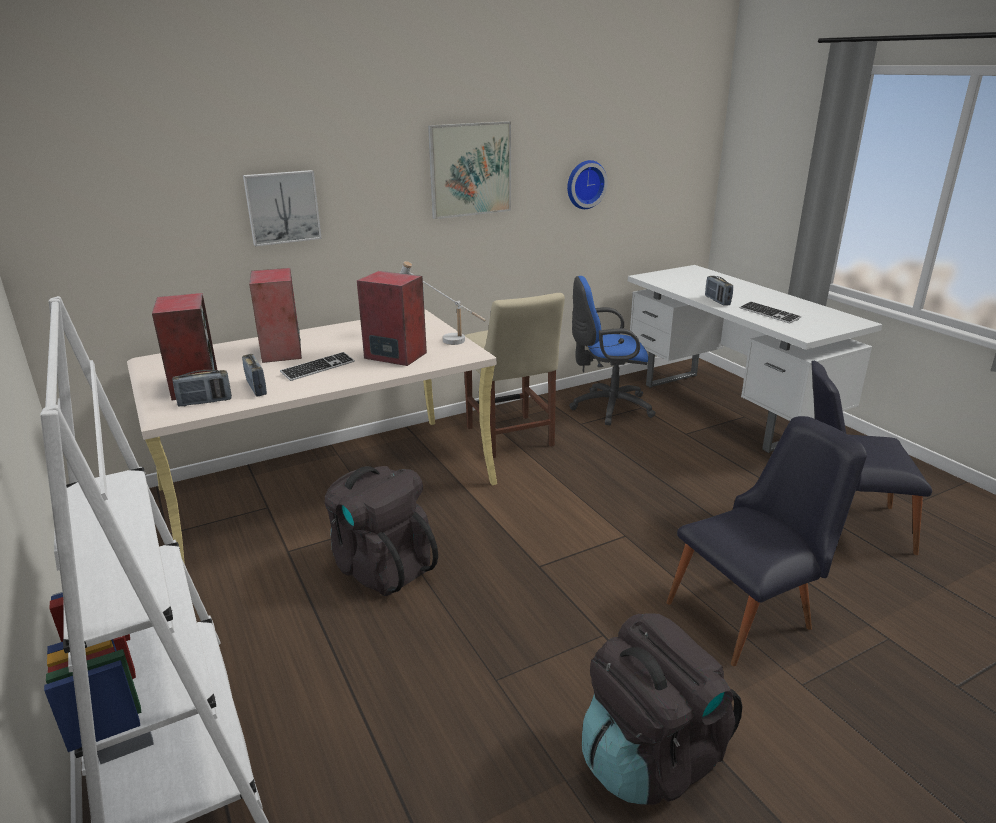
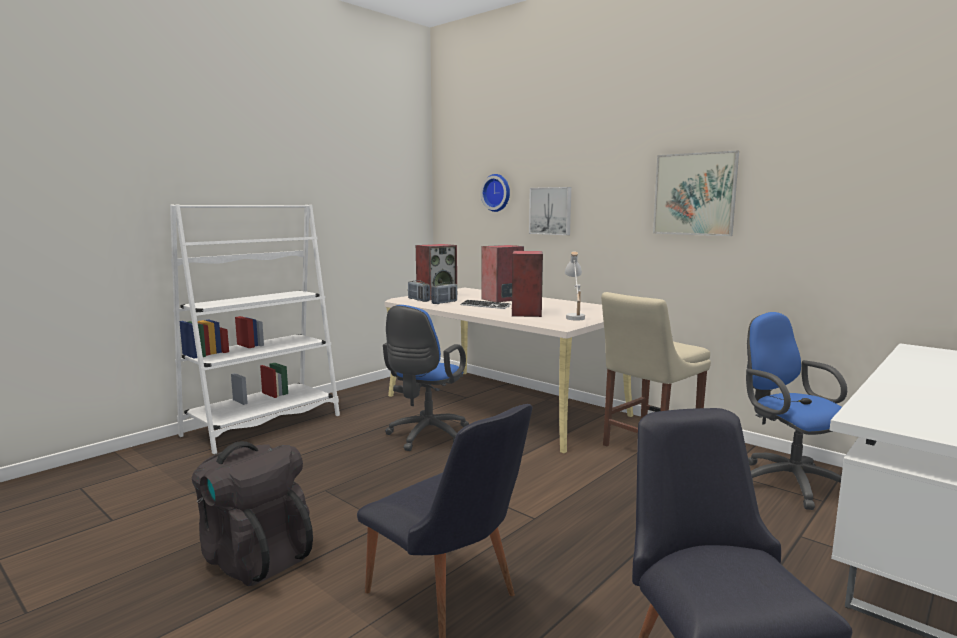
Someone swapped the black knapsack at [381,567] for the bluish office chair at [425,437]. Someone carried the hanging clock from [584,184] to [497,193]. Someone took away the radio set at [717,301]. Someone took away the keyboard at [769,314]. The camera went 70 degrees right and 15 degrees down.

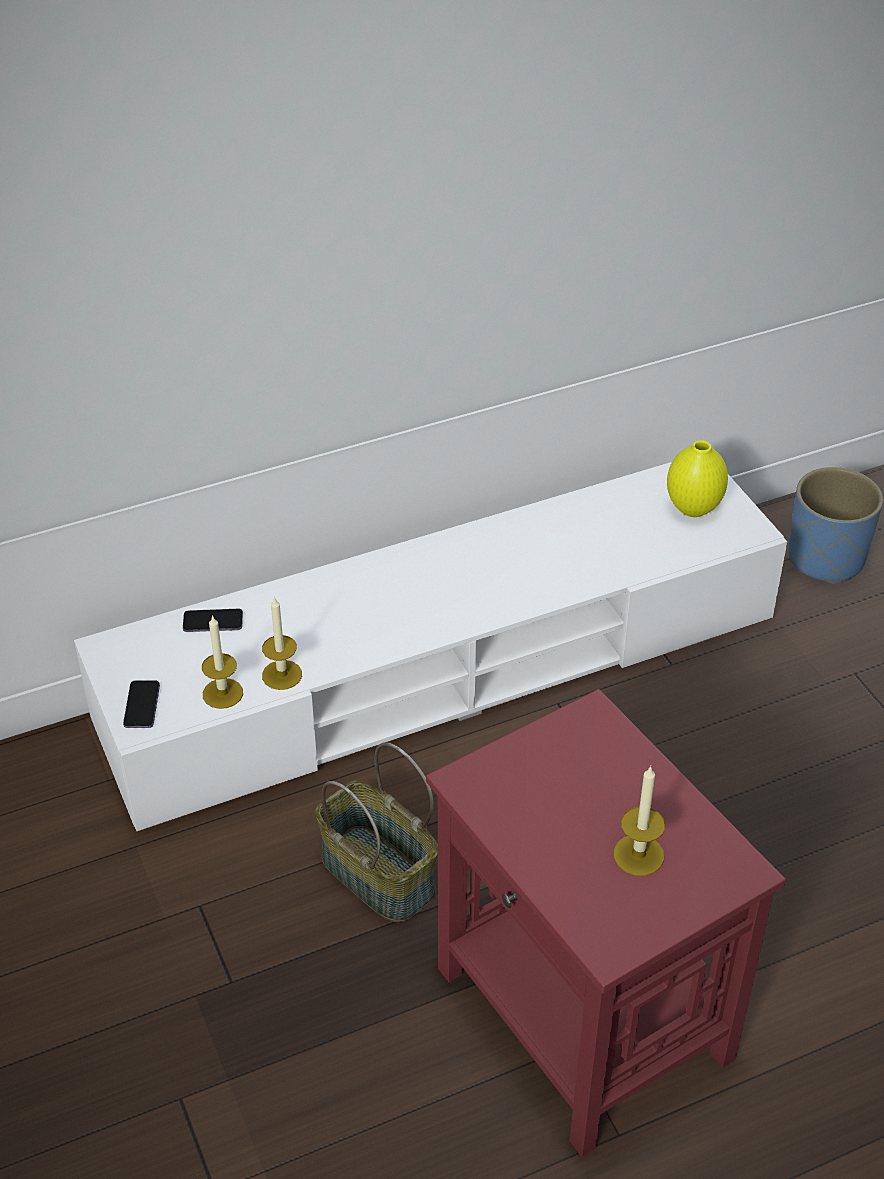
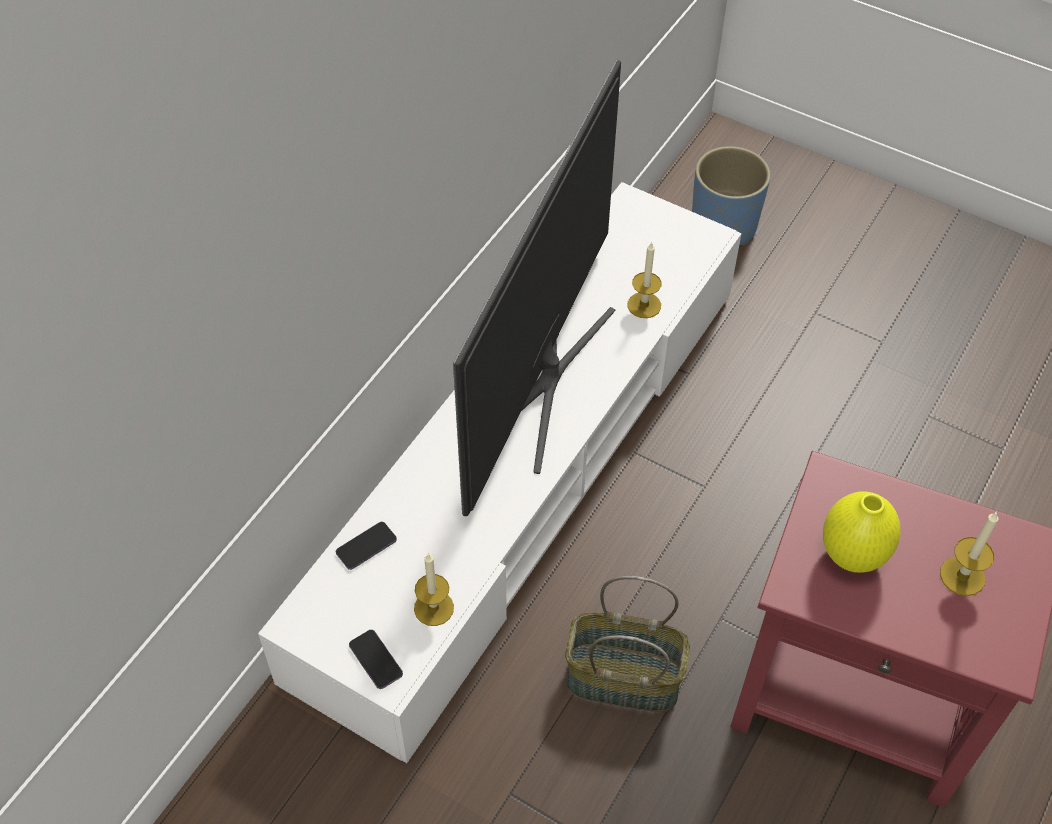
Someone put down the TV at [543,377]. Someone carried the wax candle from [282,675] to [644,305]. Someone carried the yellow vase from [693,509] to [853,556]. The camera went 35 degrees left and 10 degrees up.

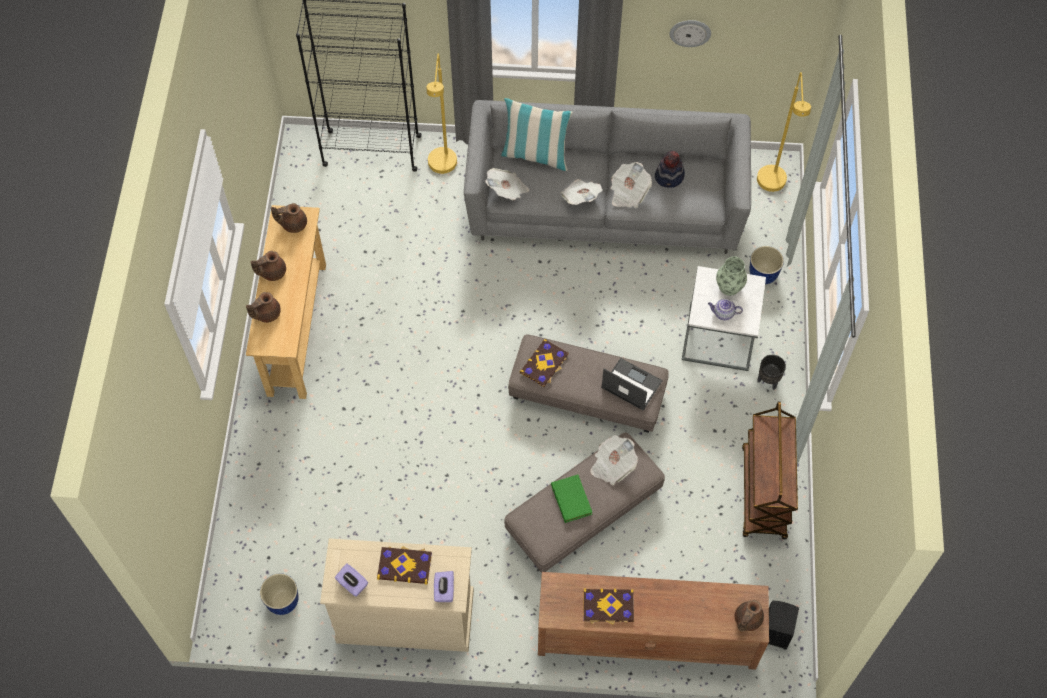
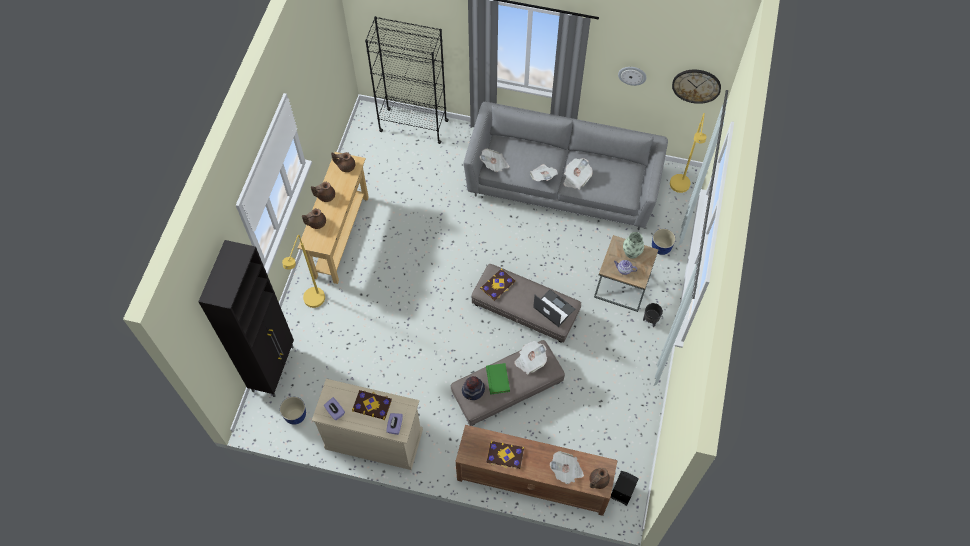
Someone put down the black cabinet at [274,368]. Someone carried the yellow standing lamp from [443,168] to [313,304]. Someone carried the clothing hat from [669,177] to [473,390]. Someone put down the newspaper at [566,470]. Someone repainted the white-coloured accent table at [719,337], which became the brownish accent table at [622,285]. Someone put up the hanging clock at [696,85]. Someone took away the cushion at [535,155]. Someone took away the brownish cart at [764,493]. The camera went 10 degrees right and 0 degrees up.

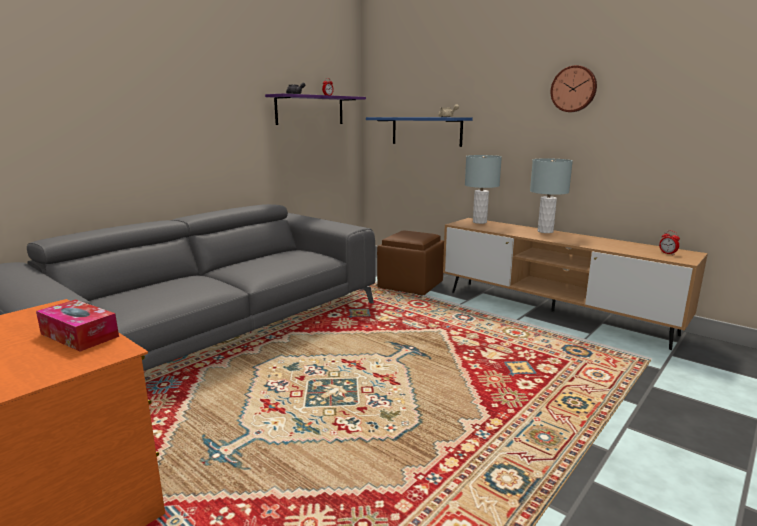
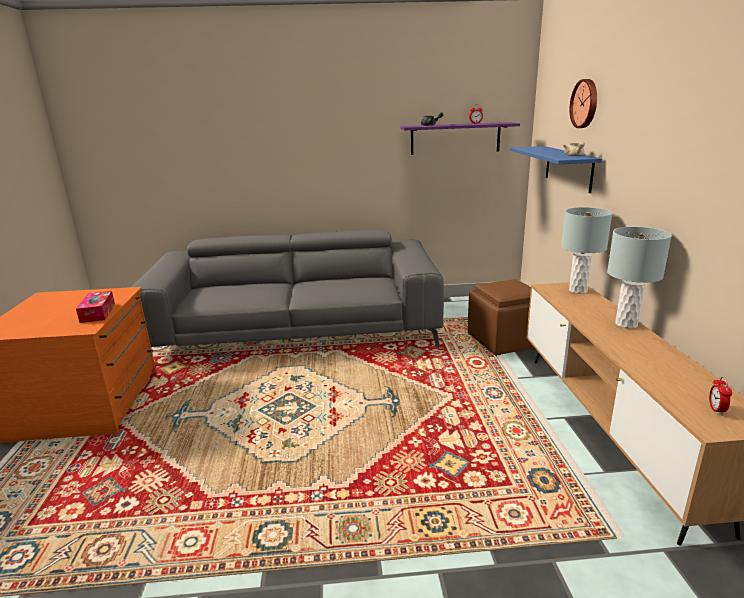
Someone carried the hanging clock from [574,89] to [585,103]. The camera went 45 degrees right and 5 degrees up.

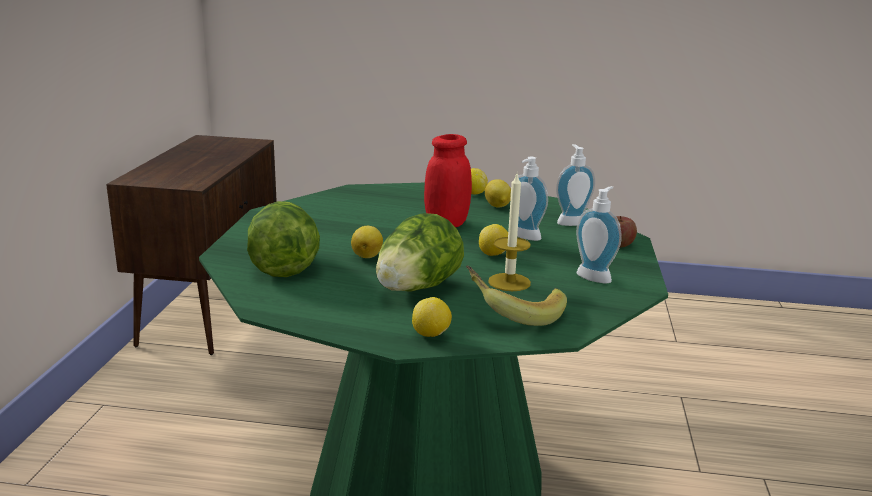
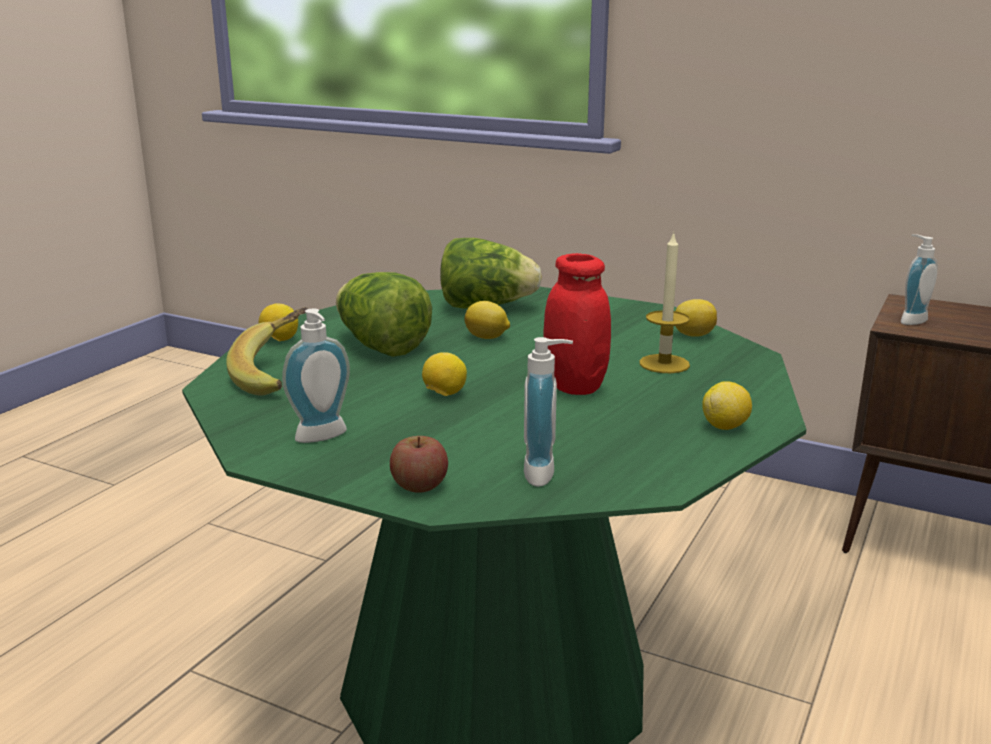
Someone carried the wax candle from [509,282] to [664,364]. Someone carried the whole lemon from [497,206] to [692,335]. Someone carried the liquid soap bottle from [523,237] to [910,320]. The camera went 110 degrees right and 0 degrees up.

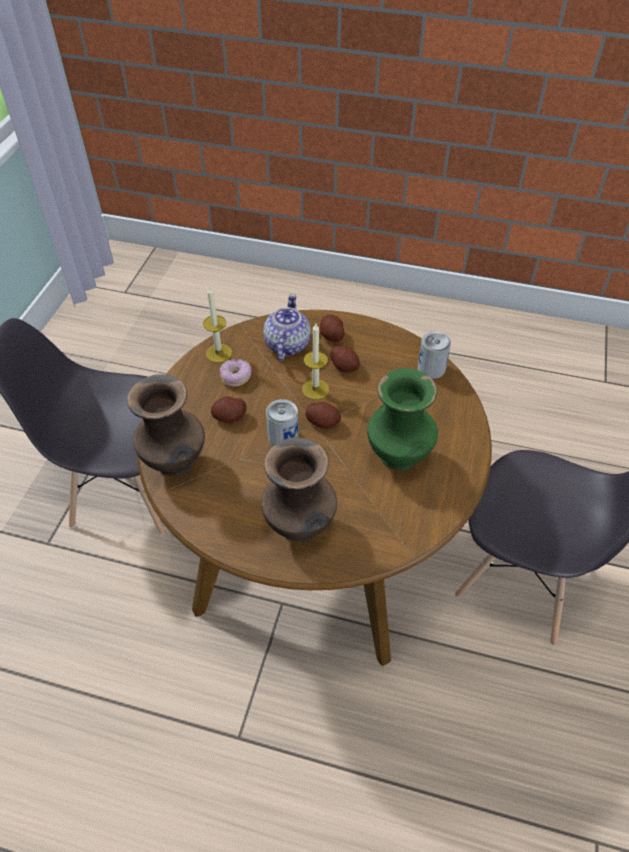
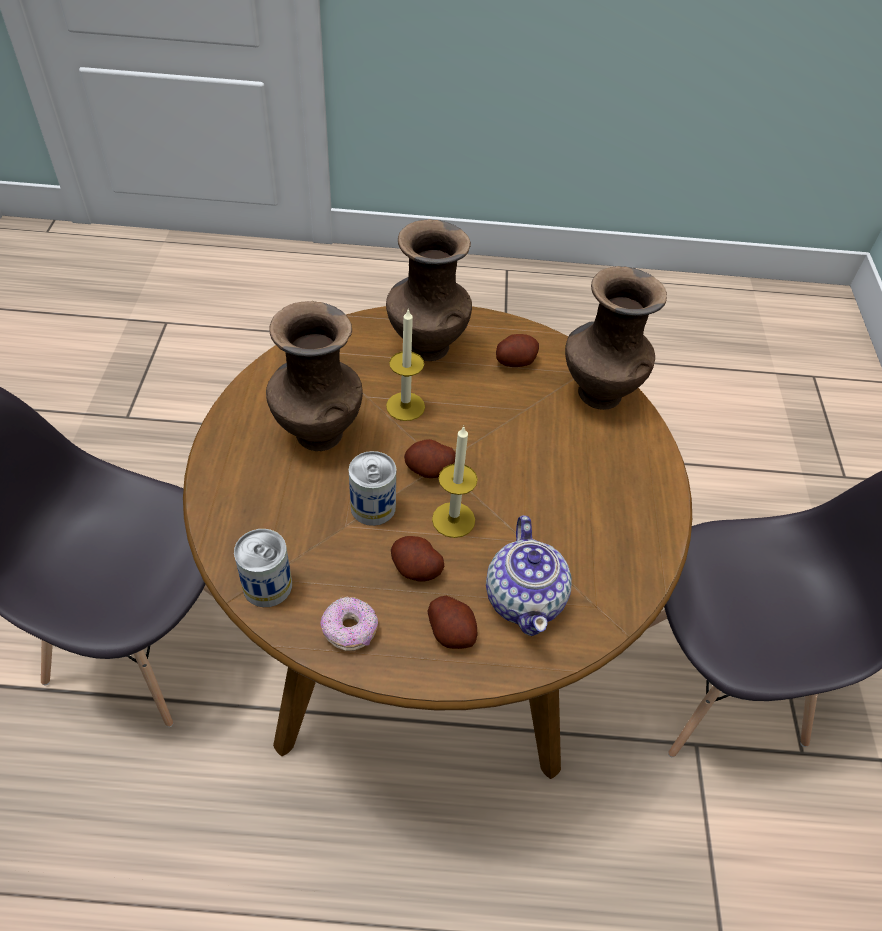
Someone repainted the green vase at [399,459], which became the brownish vase at [317,432]. Someone carried the donut from [236,377] to [350,630]. Someone carried the sealed can from [283,437] to [373,507]. Someone carried the wax candle from [219,353] to [405,406]. Someone carried the spud from [230,417] to [515,361]. The camera went 165 degrees right and 0 degrees up.

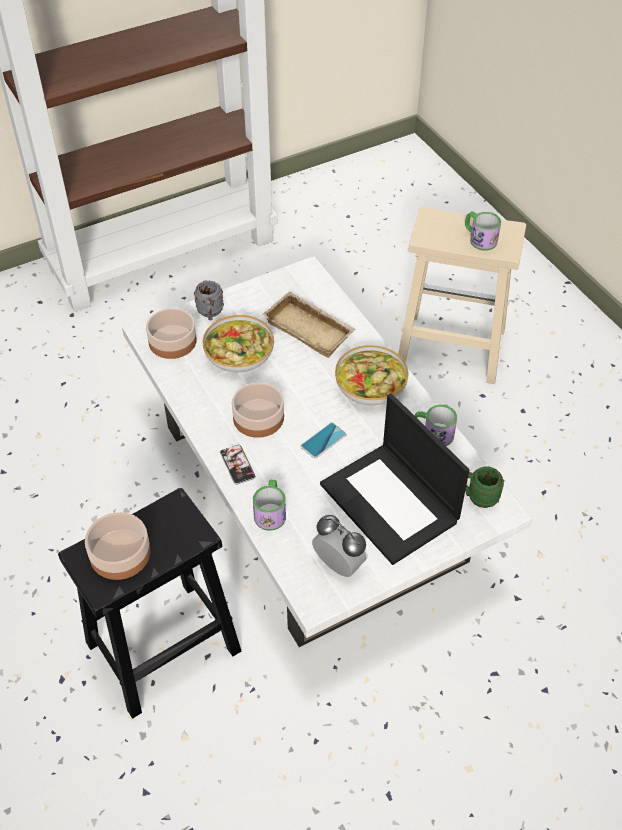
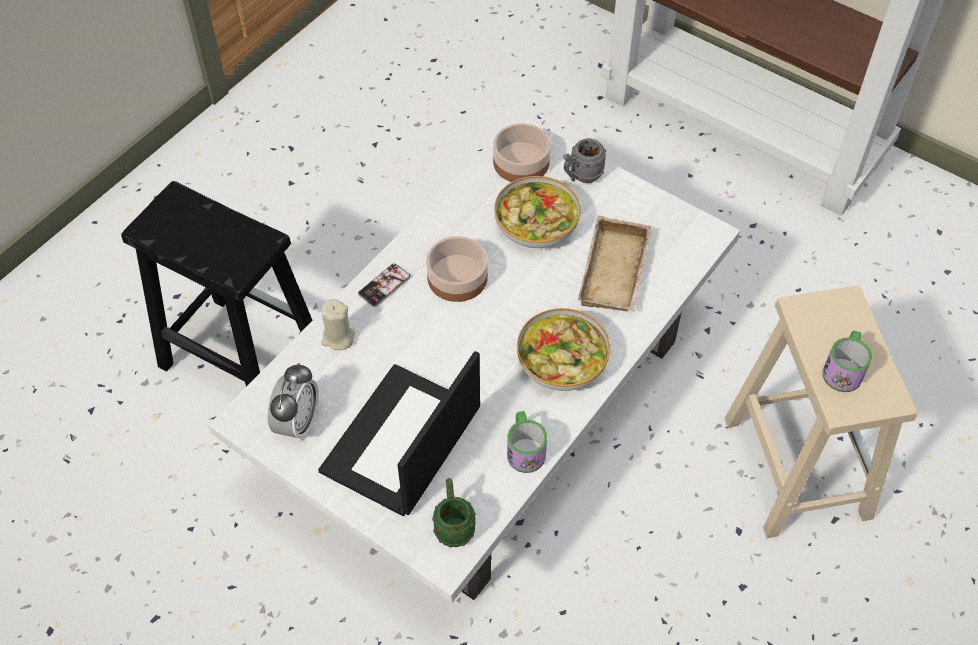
Someone swapped the tea mug at [271,511] for the sand-coloured wax candle at [338,338]. Someone took away the serving bowl at [120,552]. Someone took away the telephone at [323,441]. The camera went 65 degrees right and 5 degrees up.

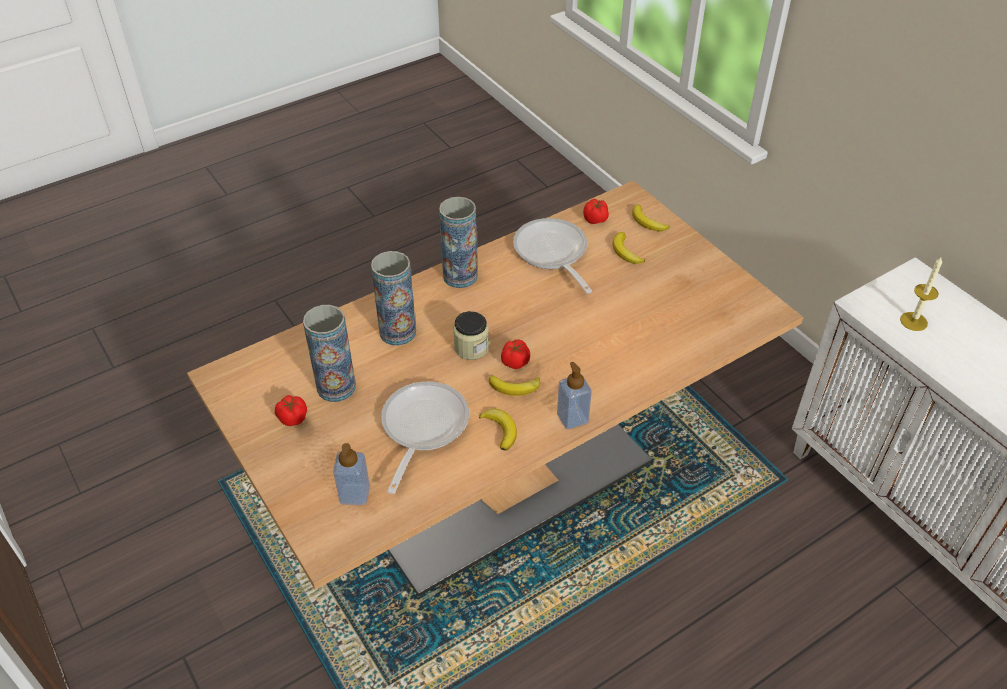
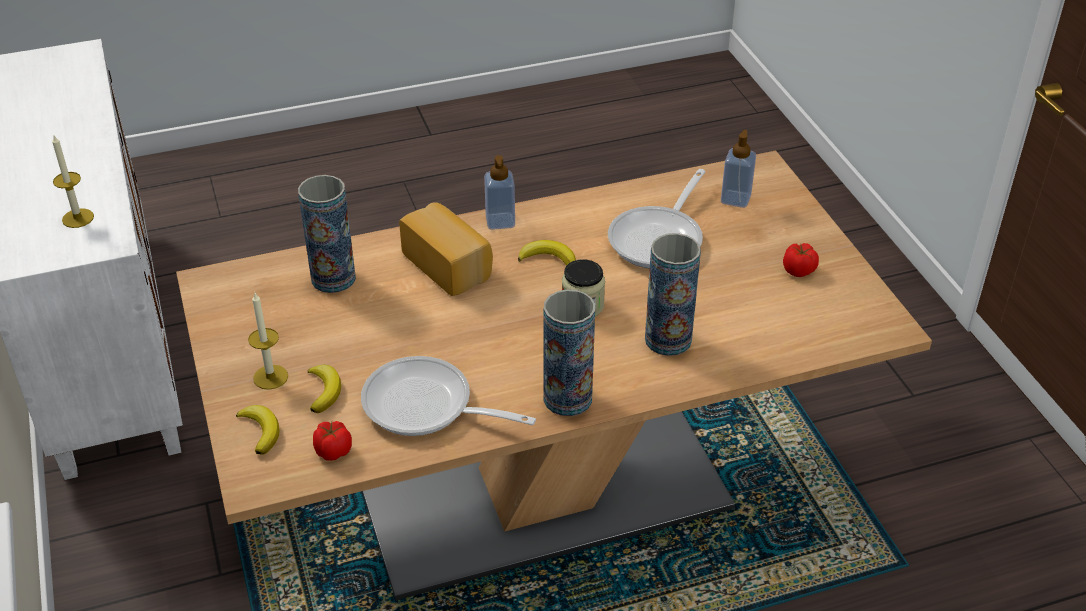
Someone put down the wax candle at [270,377]. Someone carried the vase from [336,387] to [333,278]. Someone rotated the frying pan at [552,254] by 120 degrees clockwise. Someone put down the baked bread at [449,265]. Someone took away the banana at [500,430]. Someone took away the tomato at [514,362]. The camera went 165 degrees left and 5 degrees down.

